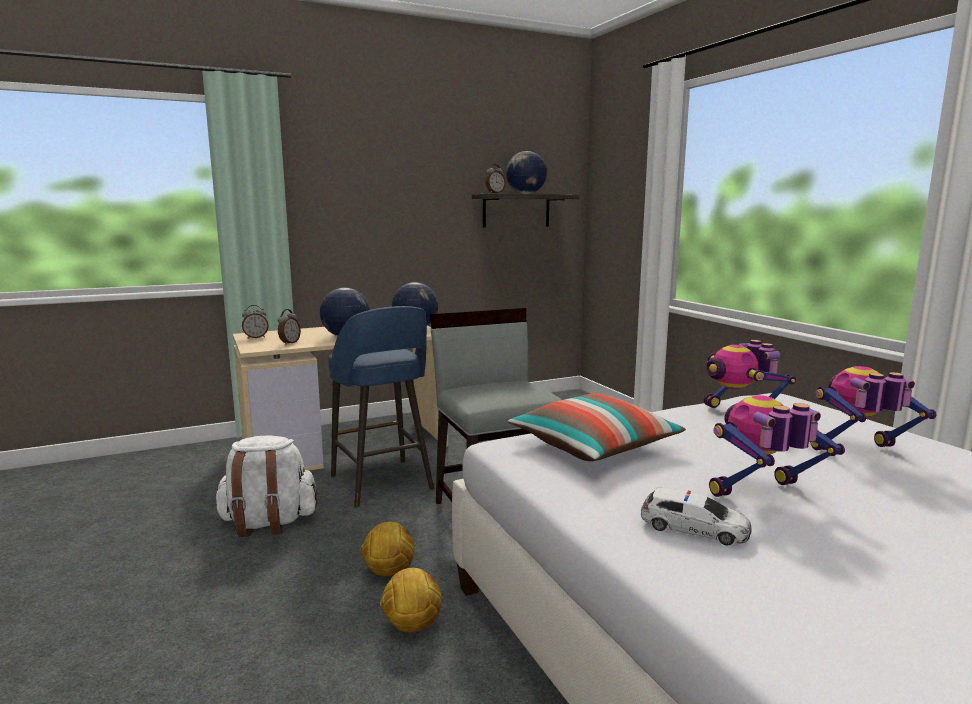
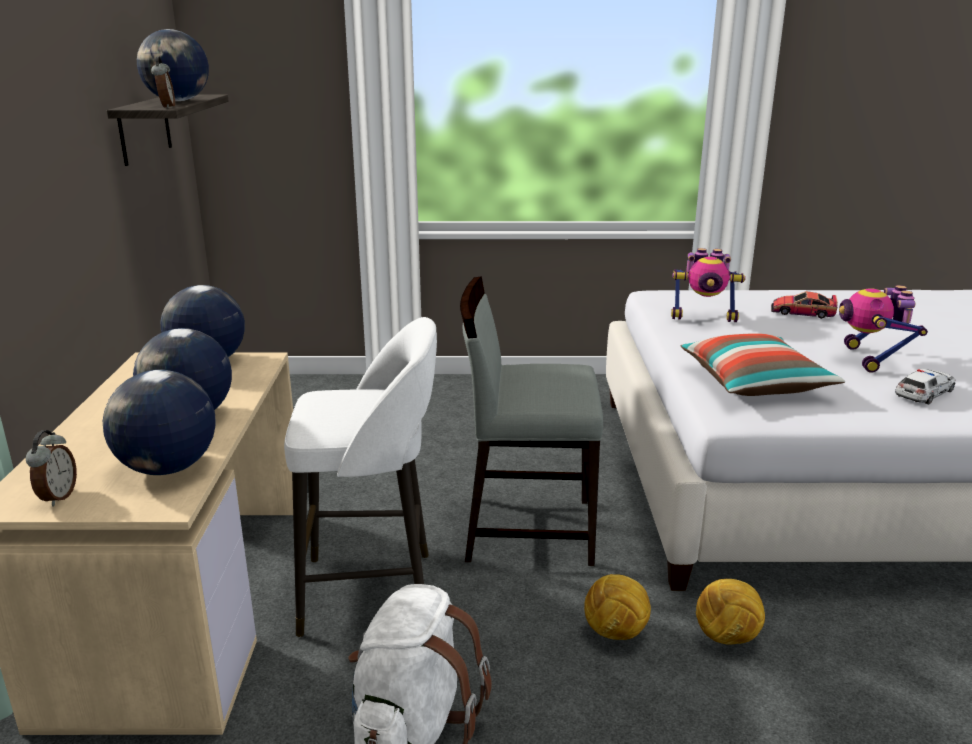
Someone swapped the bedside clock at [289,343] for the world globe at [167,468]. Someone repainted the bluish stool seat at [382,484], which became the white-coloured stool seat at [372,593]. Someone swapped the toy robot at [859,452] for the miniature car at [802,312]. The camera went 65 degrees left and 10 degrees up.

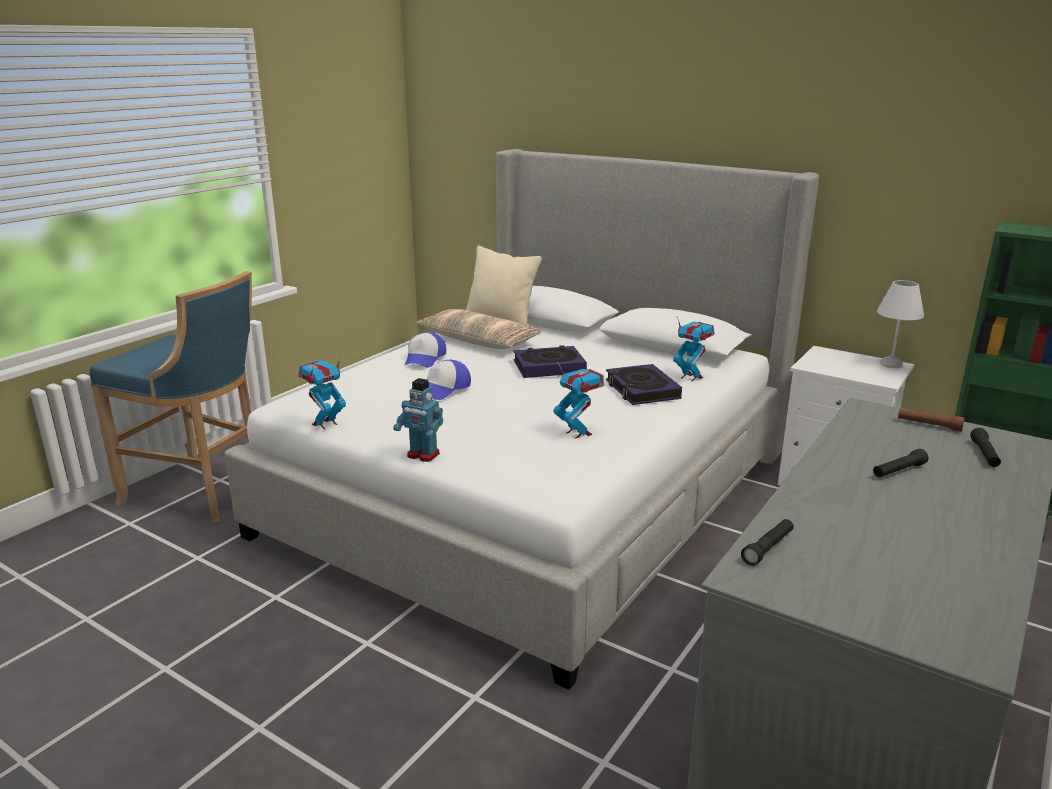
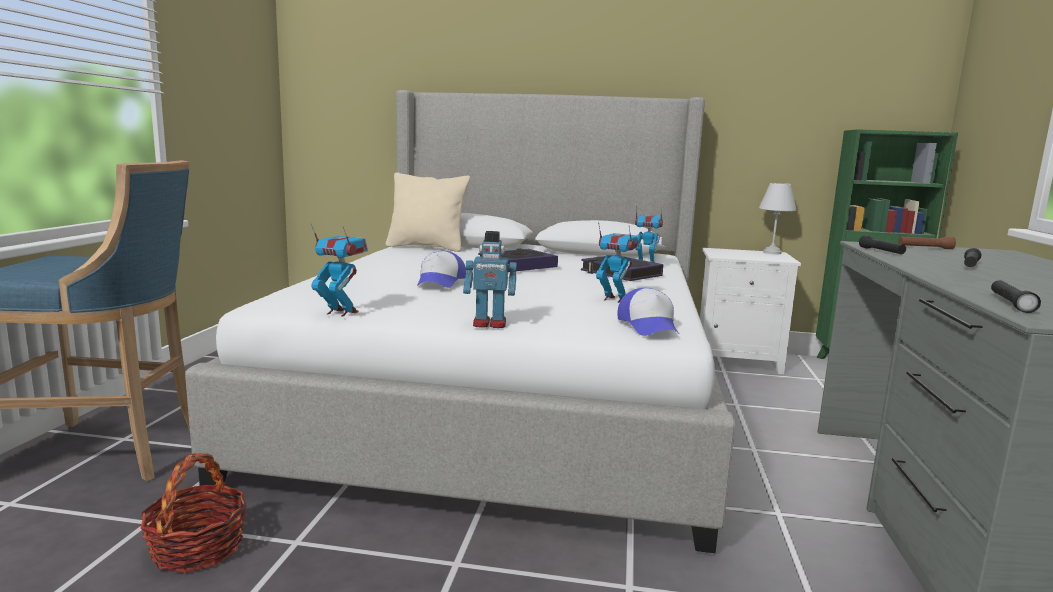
Someone put down the basket at [198,548]. Someone rotated the toy robot at [325,424] by 90 degrees clockwise. Someone carried the peaked cap from [425,359] to [649,326]. Someone carried the black hand torch from [984,454] to [881,251]. Someone took away the cushion at [478,340]. The camera went 25 degrees left and 10 degrees down.

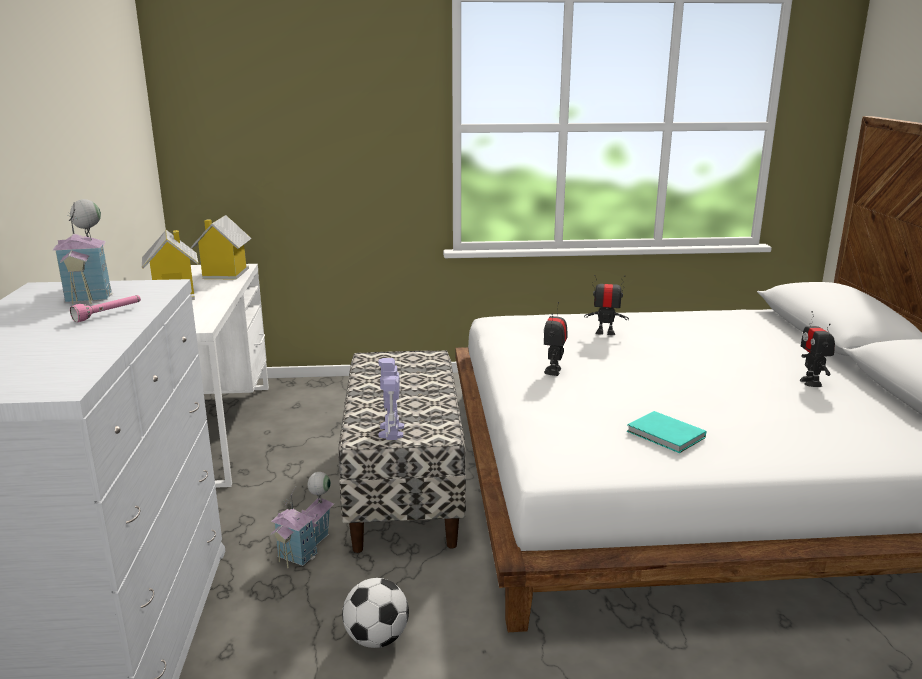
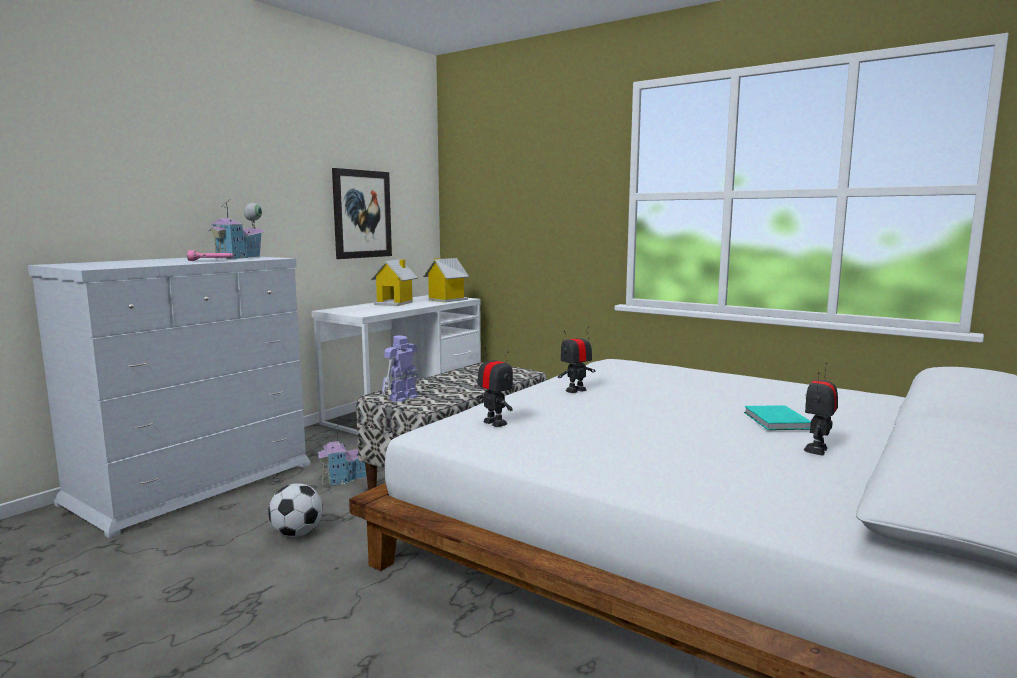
Someone put up the picture at [362,214]. Someone carried the toy robot from [605,333] to [495,423]. Someone carried the blue-green bound book from [666,435] to [776,421]. The camera went 40 degrees right and 10 degrees down.

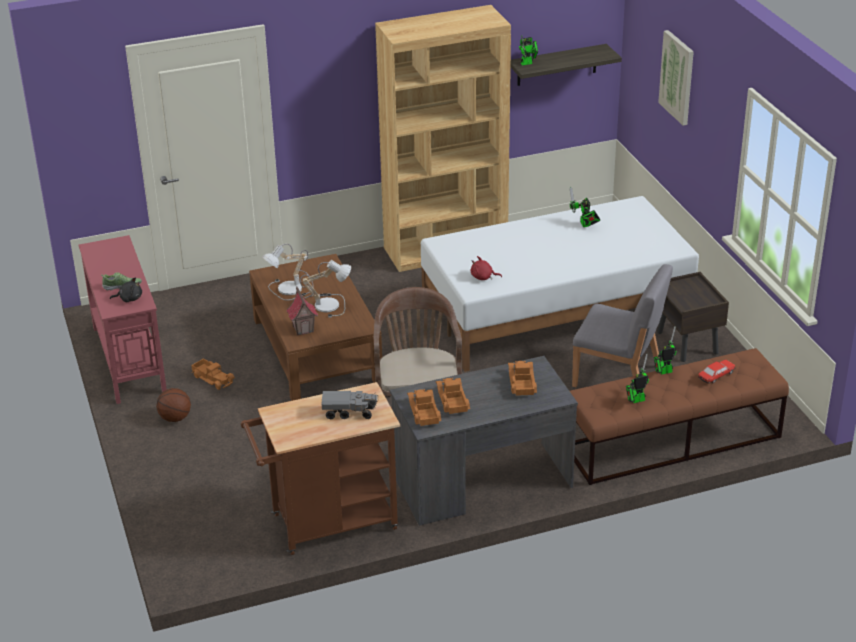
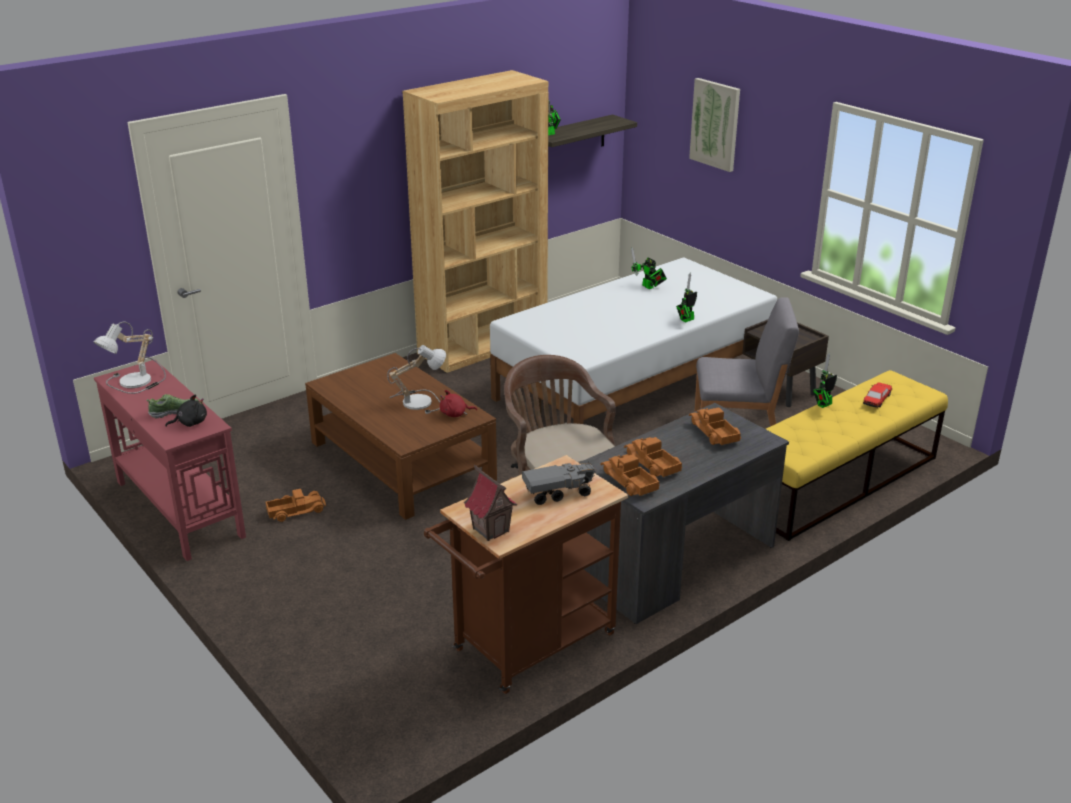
Someone carried the tabletop lamp from [290,290] to [135,382]. Someone rotated the toy truck at [213,378] by 45 degrees counterclockwise. Someone carried the reddish plush toy from [483,277] to [455,414]. Someone carried the miniature house from [303,329] to [491,530]. Someone carried the toy robot from [636,400] to [686,320]. Someone repainted the brownish bench at [671,442], which became the yellow bench at [836,482]. Someone took away the basketball ball at [175,418]. The camera went 20 degrees left and 5 degrees down.

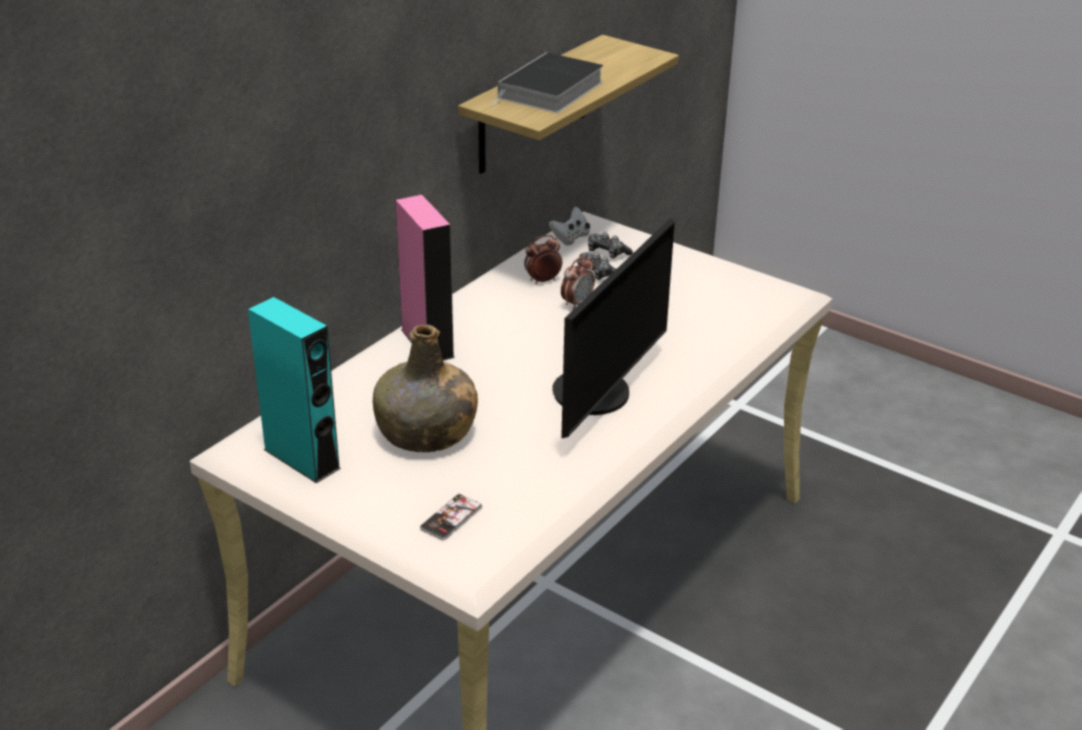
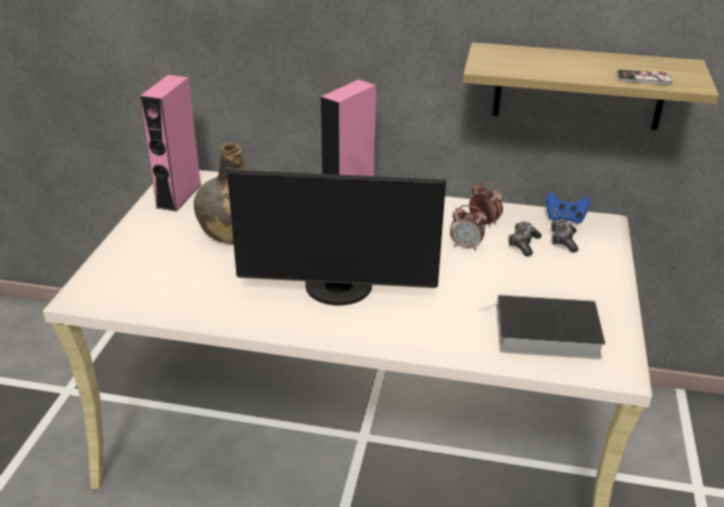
Someone repainted the blue-green speaker at [302,459], which became the pink-coloured speaker at [179,196]. Someone carried the bound book from [550,91] to [543,333]. Someone repainted the white-coloured joypad at [570,238], which became the bluish joypad at [564,218]. Someone carried the telephone from [451,518] to [643,78]. The camera went 65 degrees right and 0 degrees up.

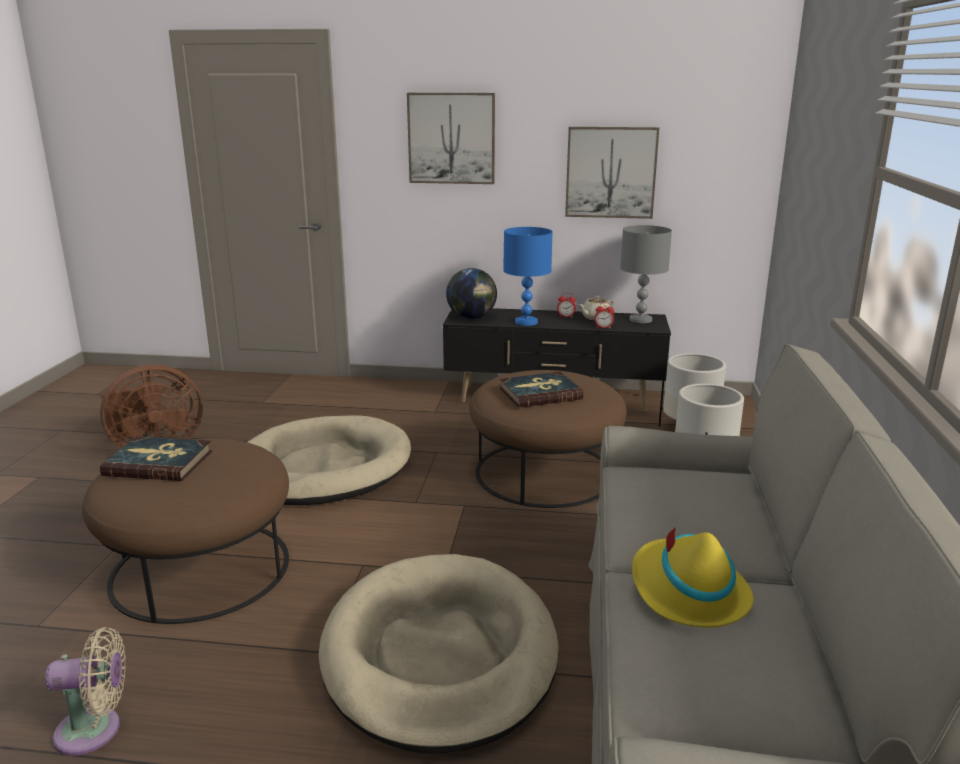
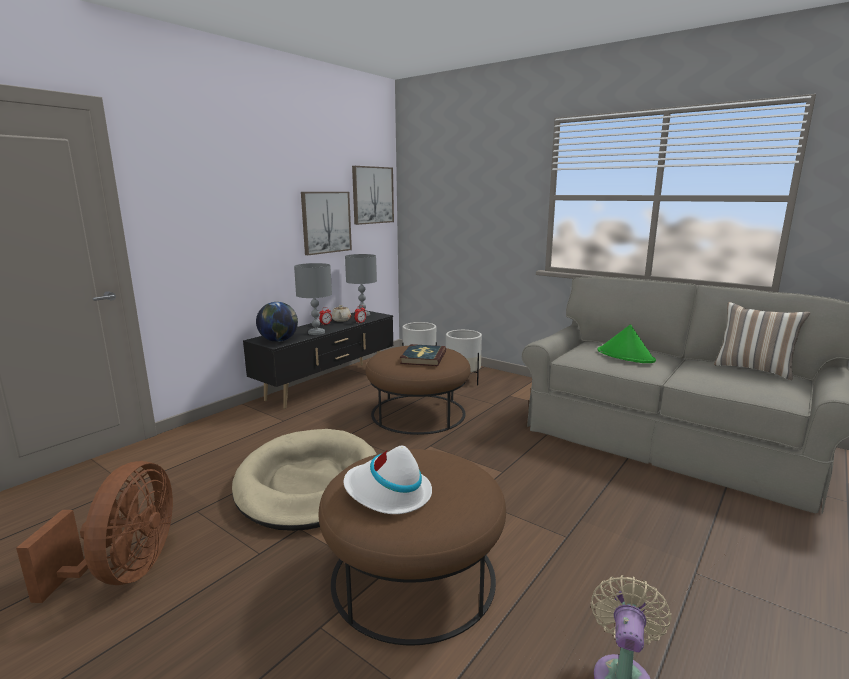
Someone repainted the bluish tabletop lamp at [526,322], which became the gray tabletop lamp at [316,332]. Someone swapped the bound book at [159,463] for the white-coloured clothing hat at [387,493]. Someone carried the picture from [451,138] to [372,195]. Someone put down the green clothing hat at [625,356]. Someone put down the cushion at [754,369]. Someone took away the sand-coloured dog bed at [439,655]. Someone took away the yellow clothing hat at [687,591]. The camera went 60 degrees left and 5 degrees down.

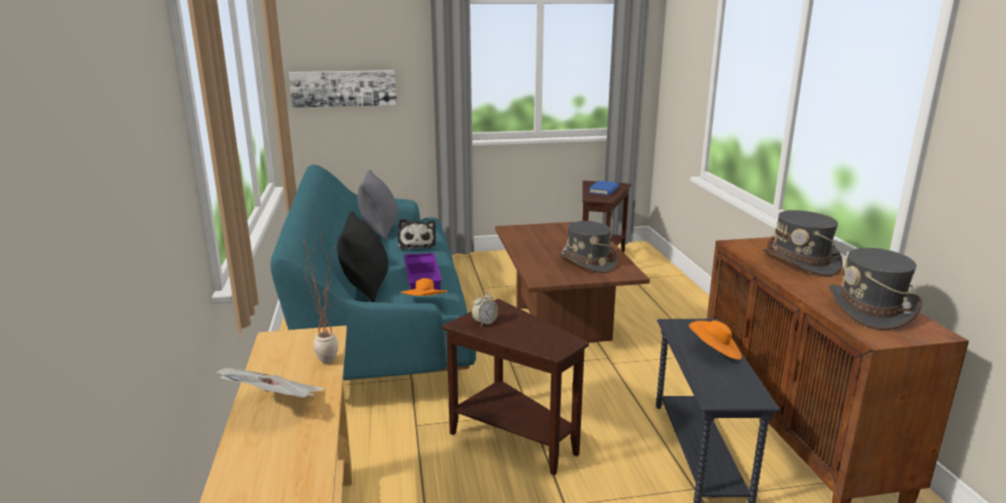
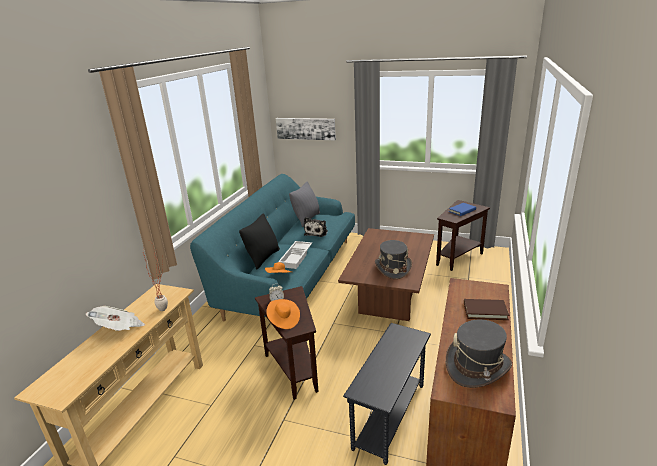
Someone carried the orangey clothing hat from [715,352] to [283,320]. Someone repainted the purple-coloured tray at [423,276], which became the white-coloured tray at [296,257]. Someone swapped the gray clothing hat at [800,262] for the brownish bound book at [485,311]. The camera went 30 degrees right and 5 degrees up.

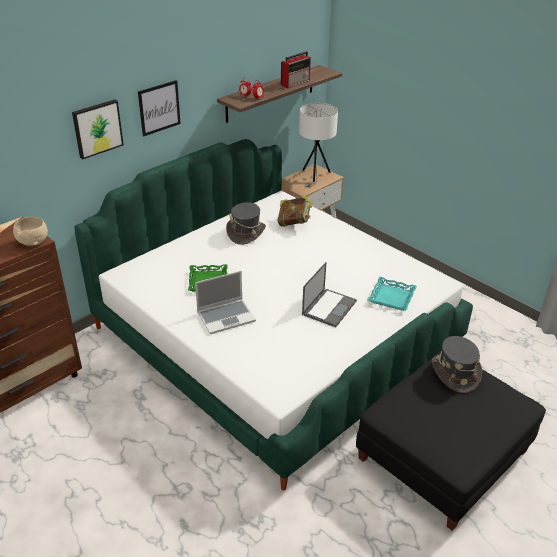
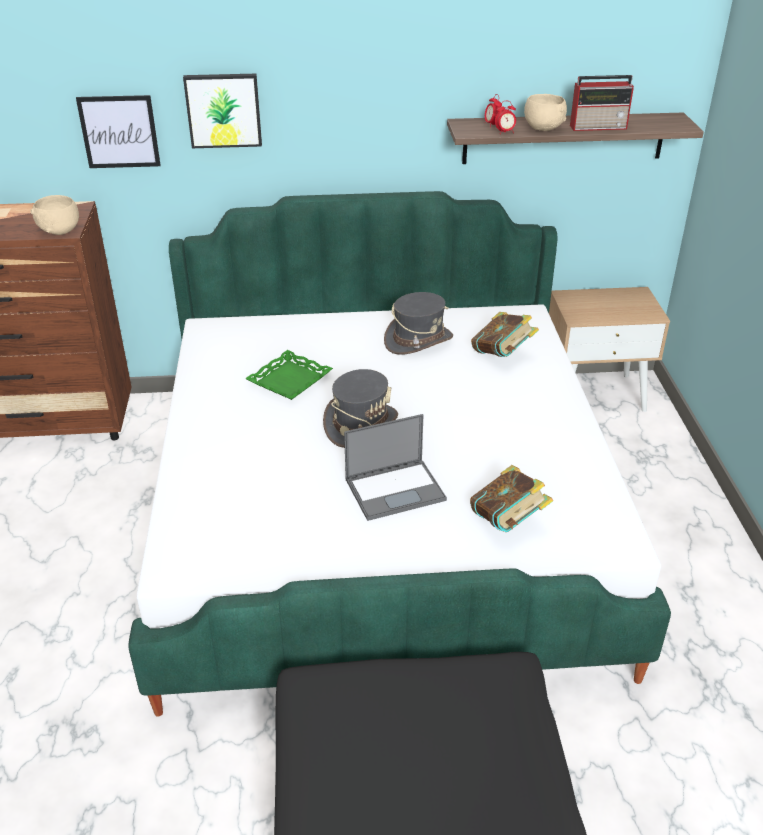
Someone carried the picture from [159,108] to [119,132]. Someone carried the gray clothing hat from [454,373] to [360,424]. Someone swapped the blue-green tray at [391,297] for the bound book at [508,522]. Someone put down the sand-coloured serving bowl at [543,128]. Someone took away the notebook computer at [226,316]. Someone took away the white-coloured tabletop lamp at [314,176]. The camera went 40 degrees right and 0 degrees up.

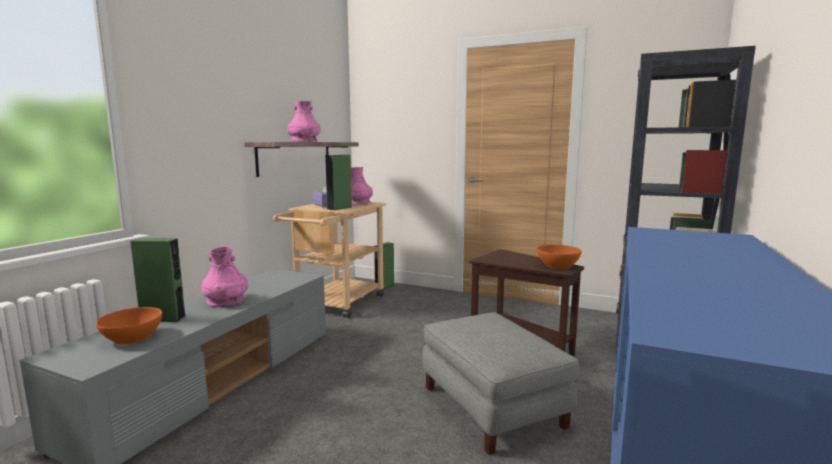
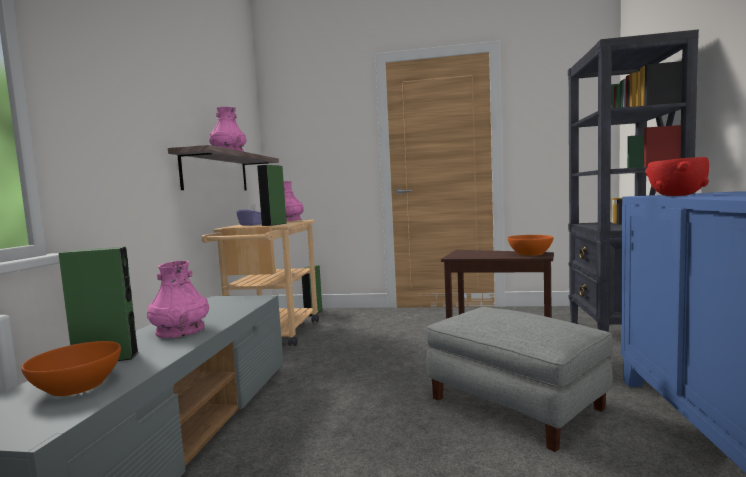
Someone put down the reddish serving bowl at [676,196]. The camera went 15 degrees left and 5 degrees down.

